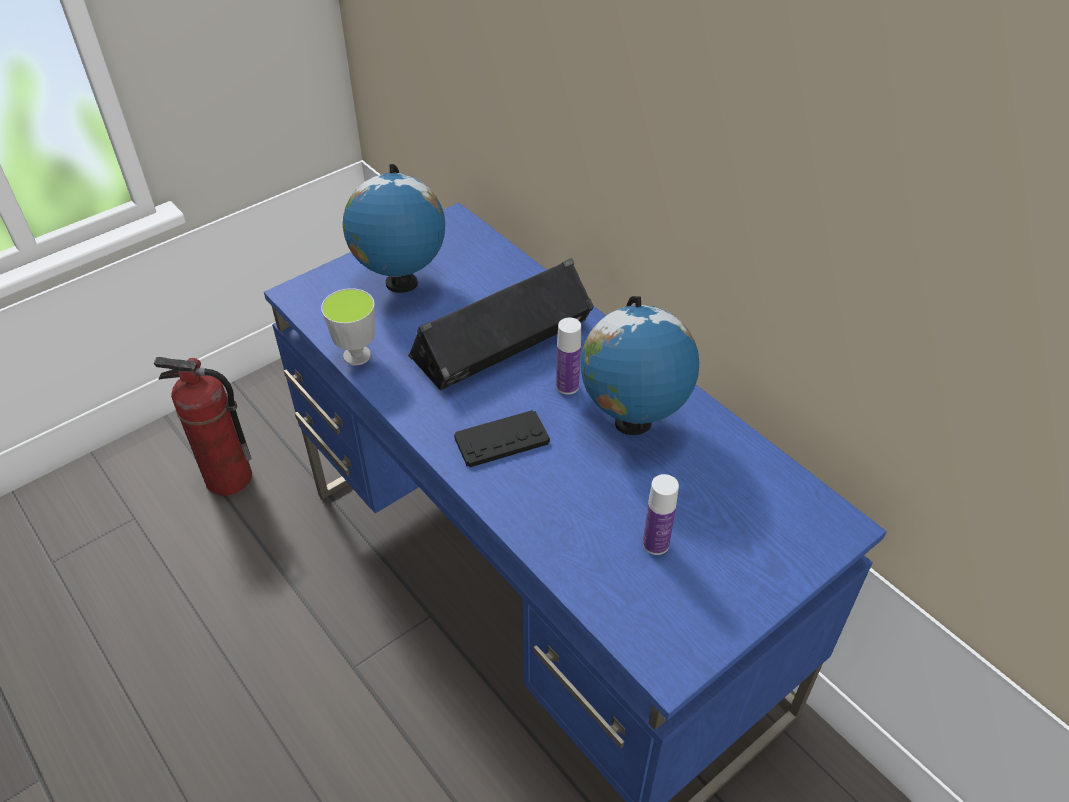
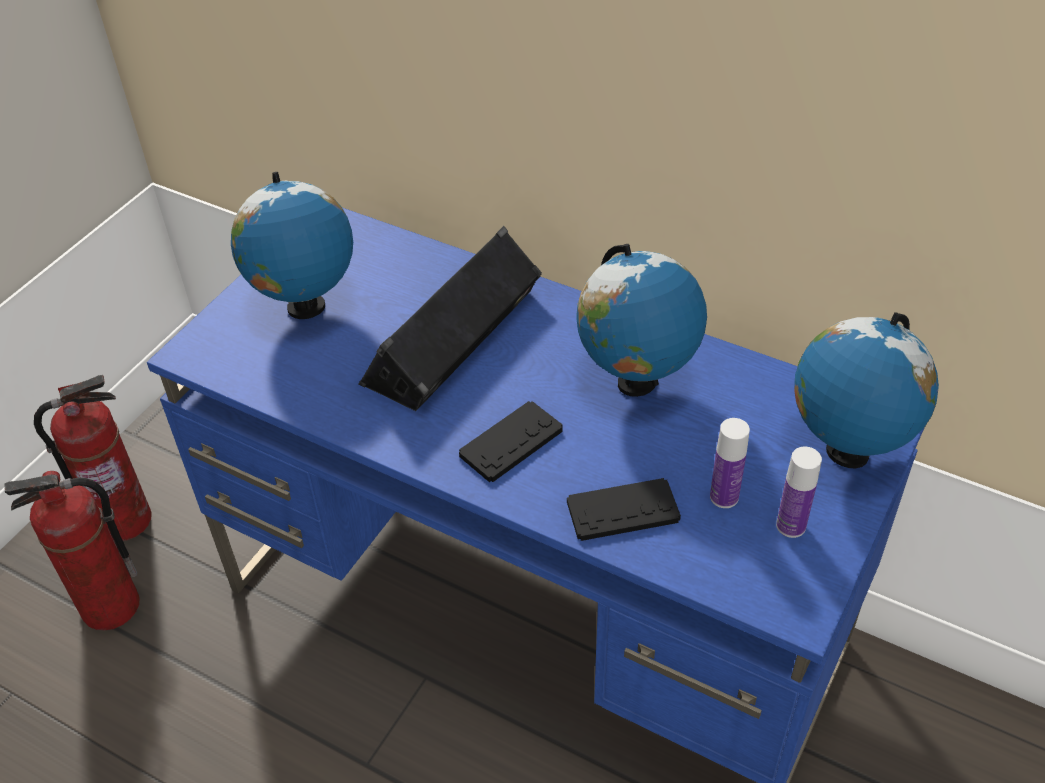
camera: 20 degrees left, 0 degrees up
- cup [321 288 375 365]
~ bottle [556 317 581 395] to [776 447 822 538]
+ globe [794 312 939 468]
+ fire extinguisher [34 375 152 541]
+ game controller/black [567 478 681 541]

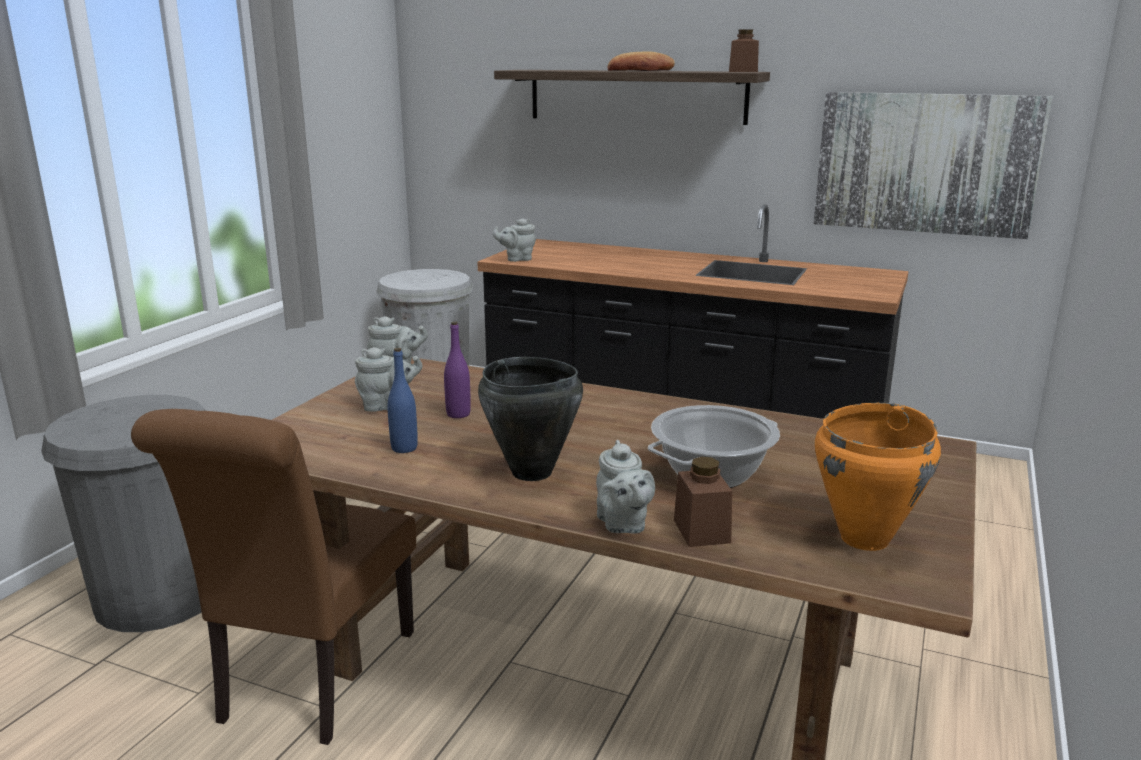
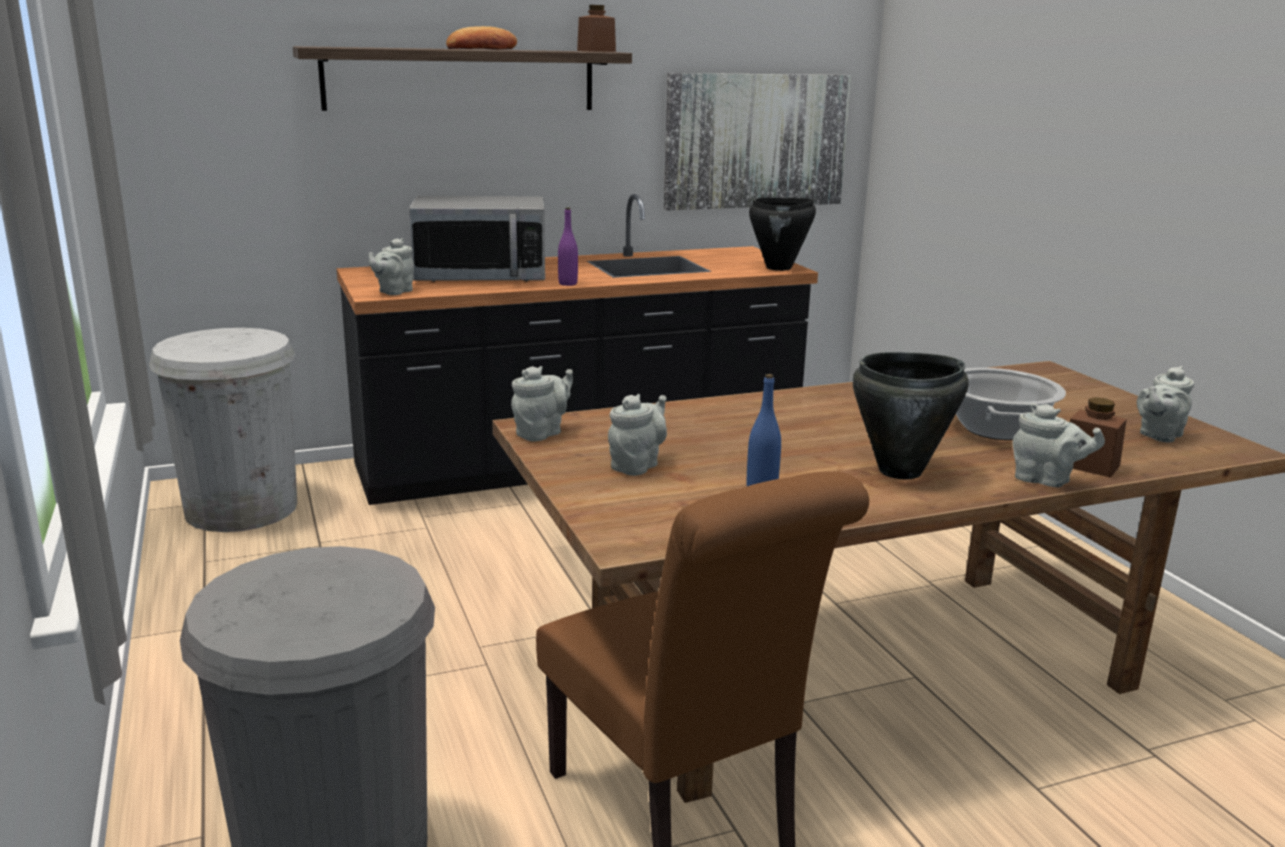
camera: 45 degrees left, 0 degrees up
~ bottle/purple [444 321 471 418] to [558 208 578 286]
~ cooking pot/orange [815 403 941 551] to teapot/grey [1137 366 1194 442]
+ microwave [409 196 545 282]
+ cooking pot/black [749 197 816 271]

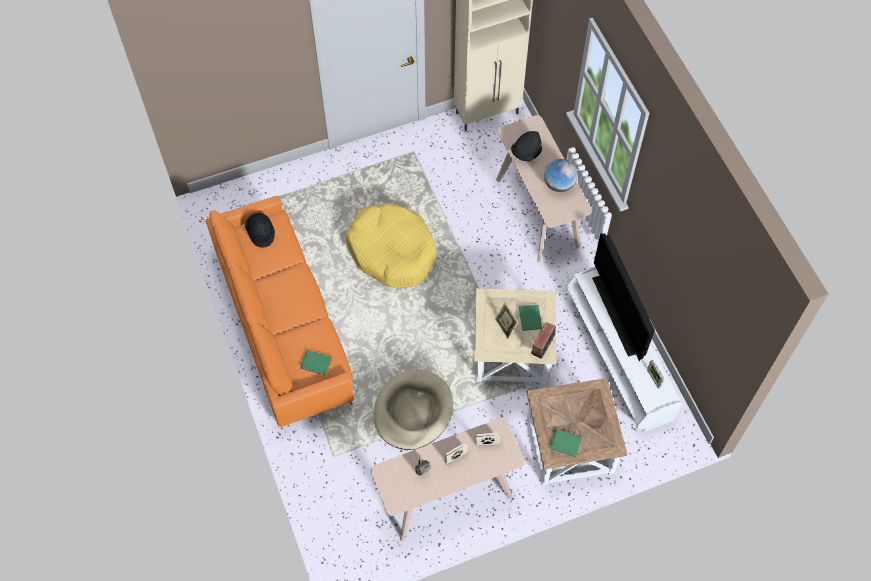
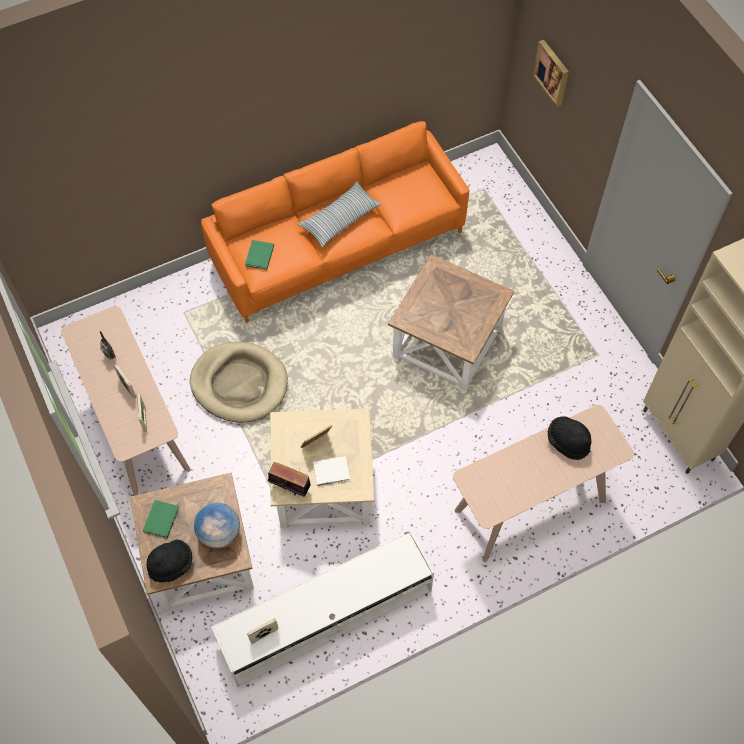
camera: 85 degrees right, 0 degrees up
~ globe [544 159 577 192] to [194 503 240 549]
~ dog bed/yellow [346 203 436 288] to side table/brown [388 254 514 391]
~ hat/black [245 213 275 248] to [147 540 192 583]
- television [592 233 655 361]
~ book/green [519 305 542 331] to book/white [313 456 350 486]
+ picture [533 40 569 107]
+ pillow [298 182 381 247]

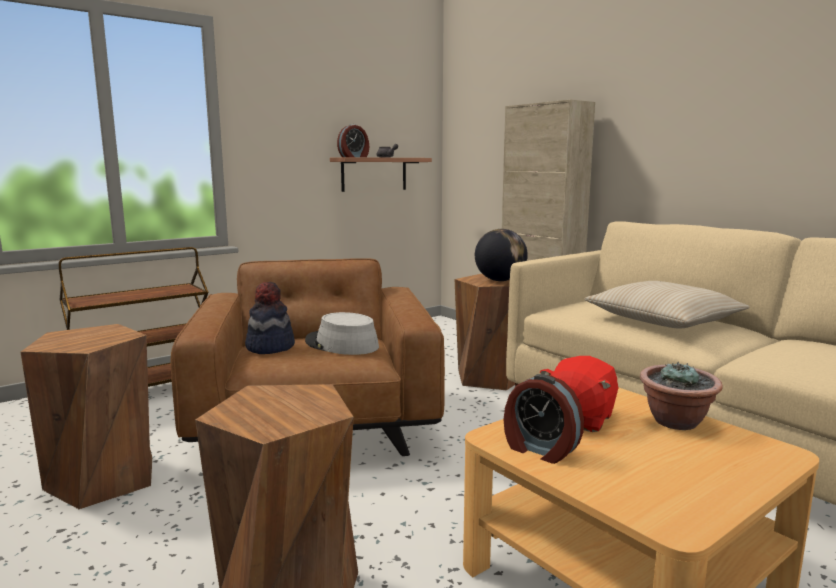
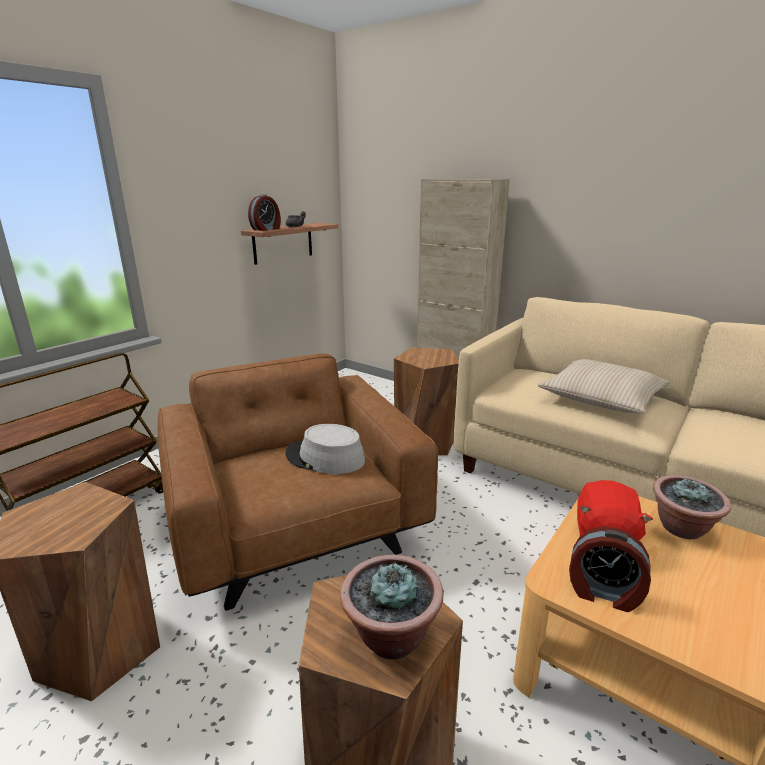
camera: 15 degrees left, 10 degrees up
- globe [475 229 528 281]
- hat [245 282 295 354]
+ potted plant [340 555 444 659]

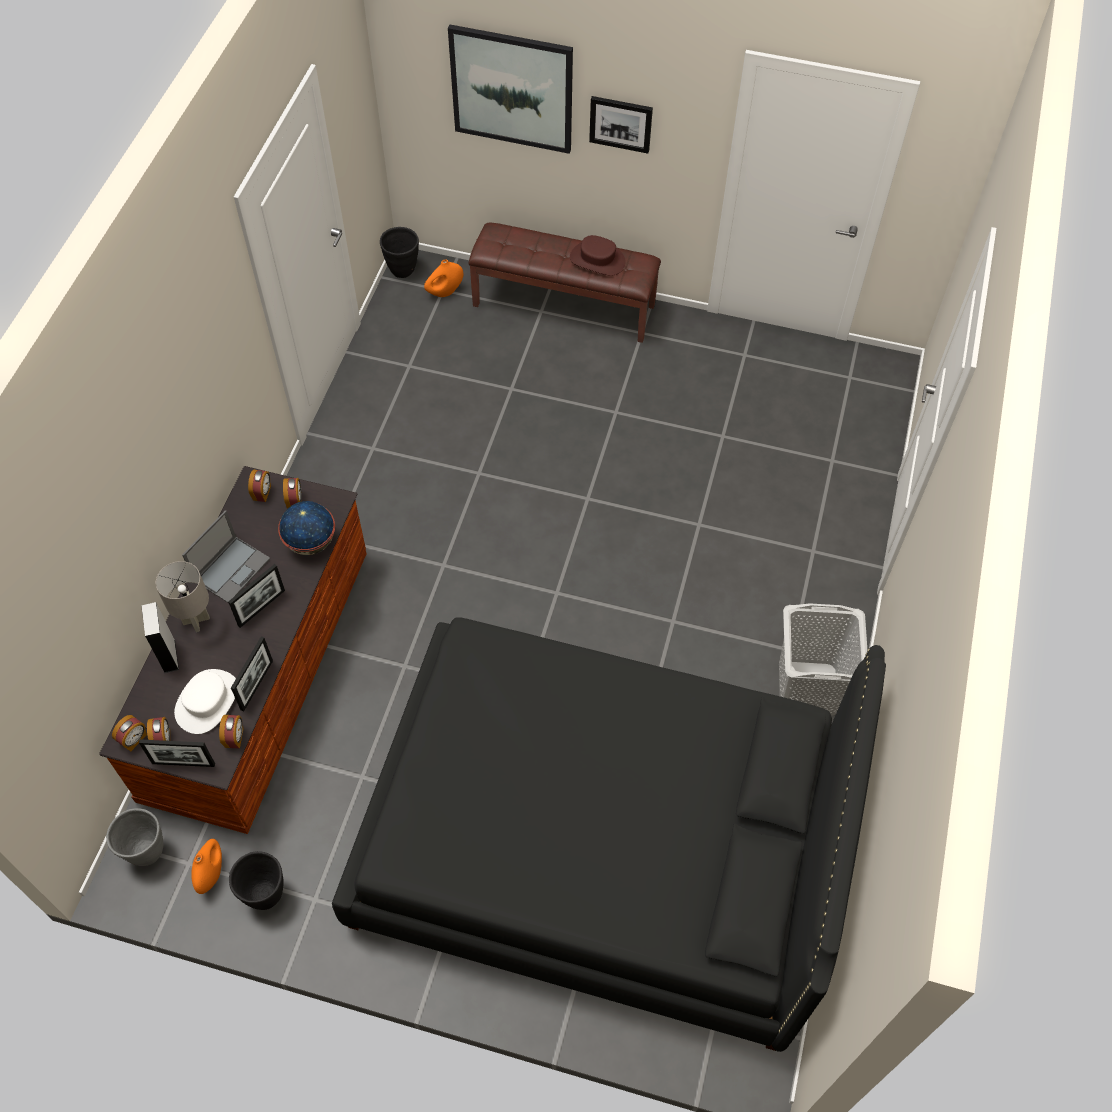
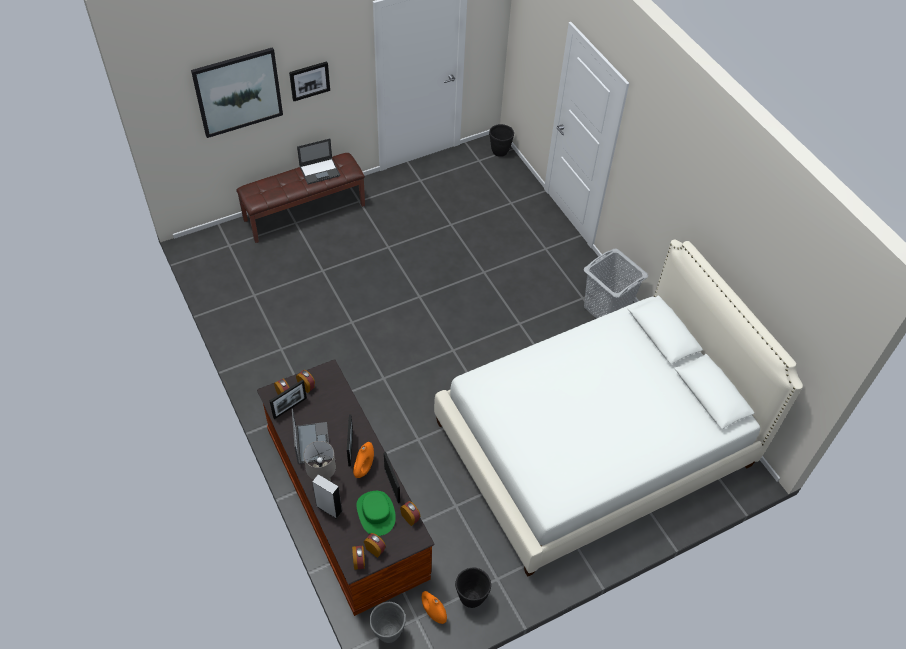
camera: 45 degrees left, 5 degrees down
~ planter/black [380 227 419 278] to [489 124 514 157]
~ hat/brown [570 235 626 276] to laptop [297 138 340 184]
~ vase/orange [424 259 463 297] to [353 442 374 478]
- globe [278 501 335 555]
~ bed/black [332 617 886 1052] to bed/white [434 239 803 577]
~ hat/white [174 669 236 734] to hat/green [357 491 396 536]
~ picture frame [139 739 215 767] to [270 380 307 419]

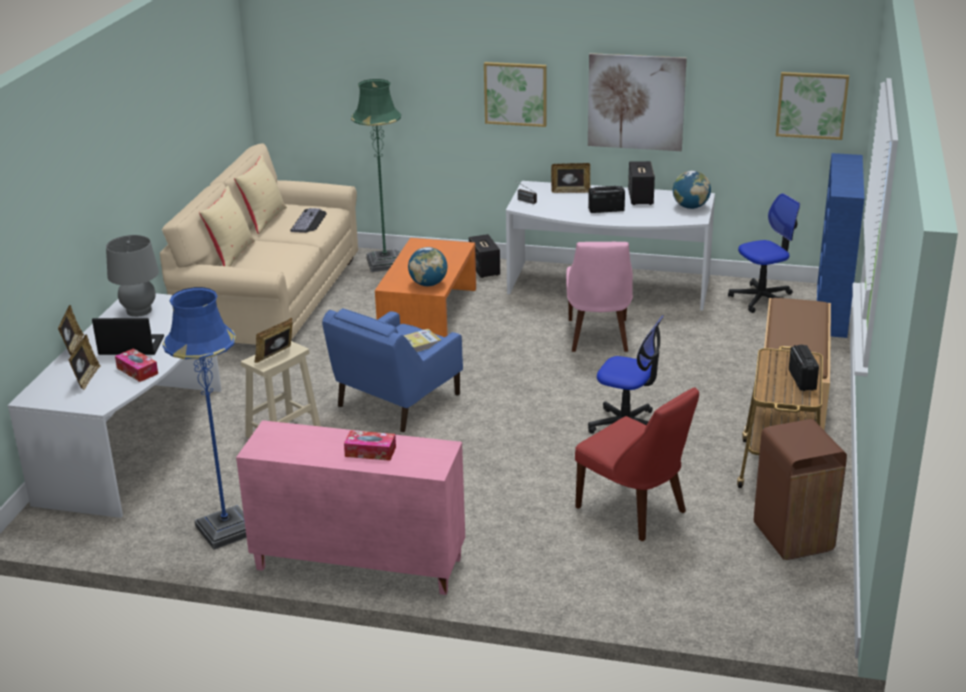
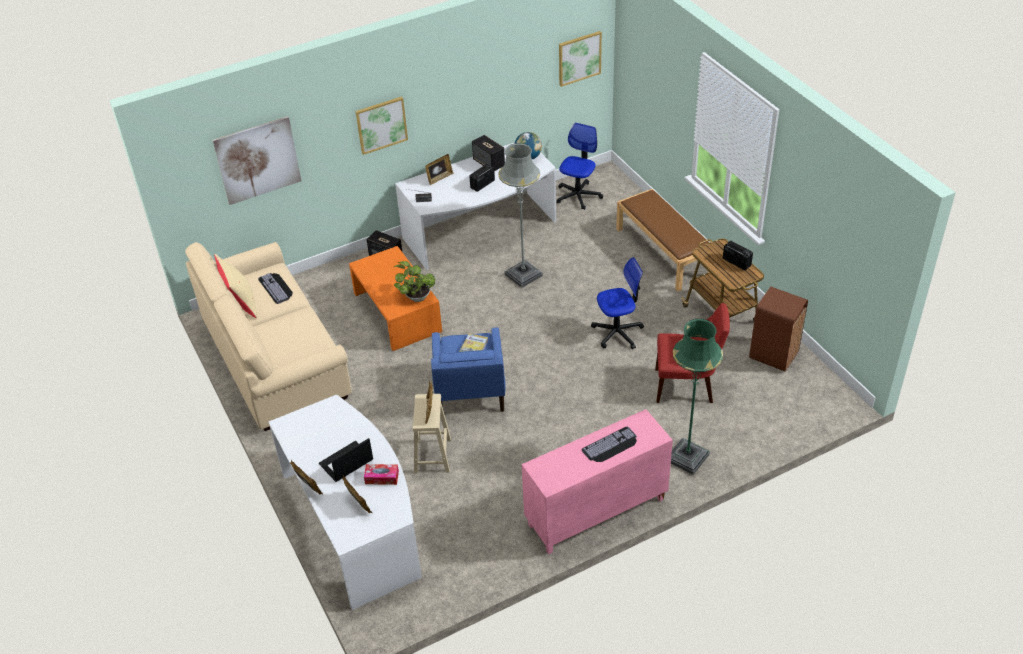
camera: 40 degrees left, 15 degrees up
~ picture [588 53 687 151] to [213 116 301 205]
~ floor lamp/green [351 79 401 272] to [671 319 723 475]
- bookcase/blue [817 153 864 338]
- pillow/beige [199 186 255 267]
- table lamp/grey [106 235 159 317]
~ chair/pink [566 242 633 352] to floor lamp/grey [498 143 543 288]
~ globe [408 247 448 286] to potted plant [394 261 435 302]
- floor lamp/blue [163 287 247 550]
~ tissue box [344 430 396 461] to keyboard [582 427 637 462]

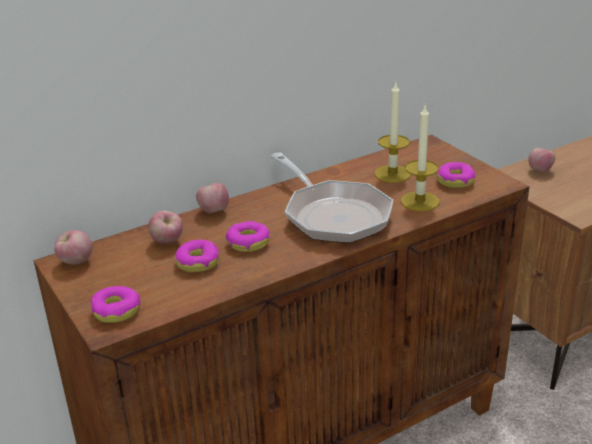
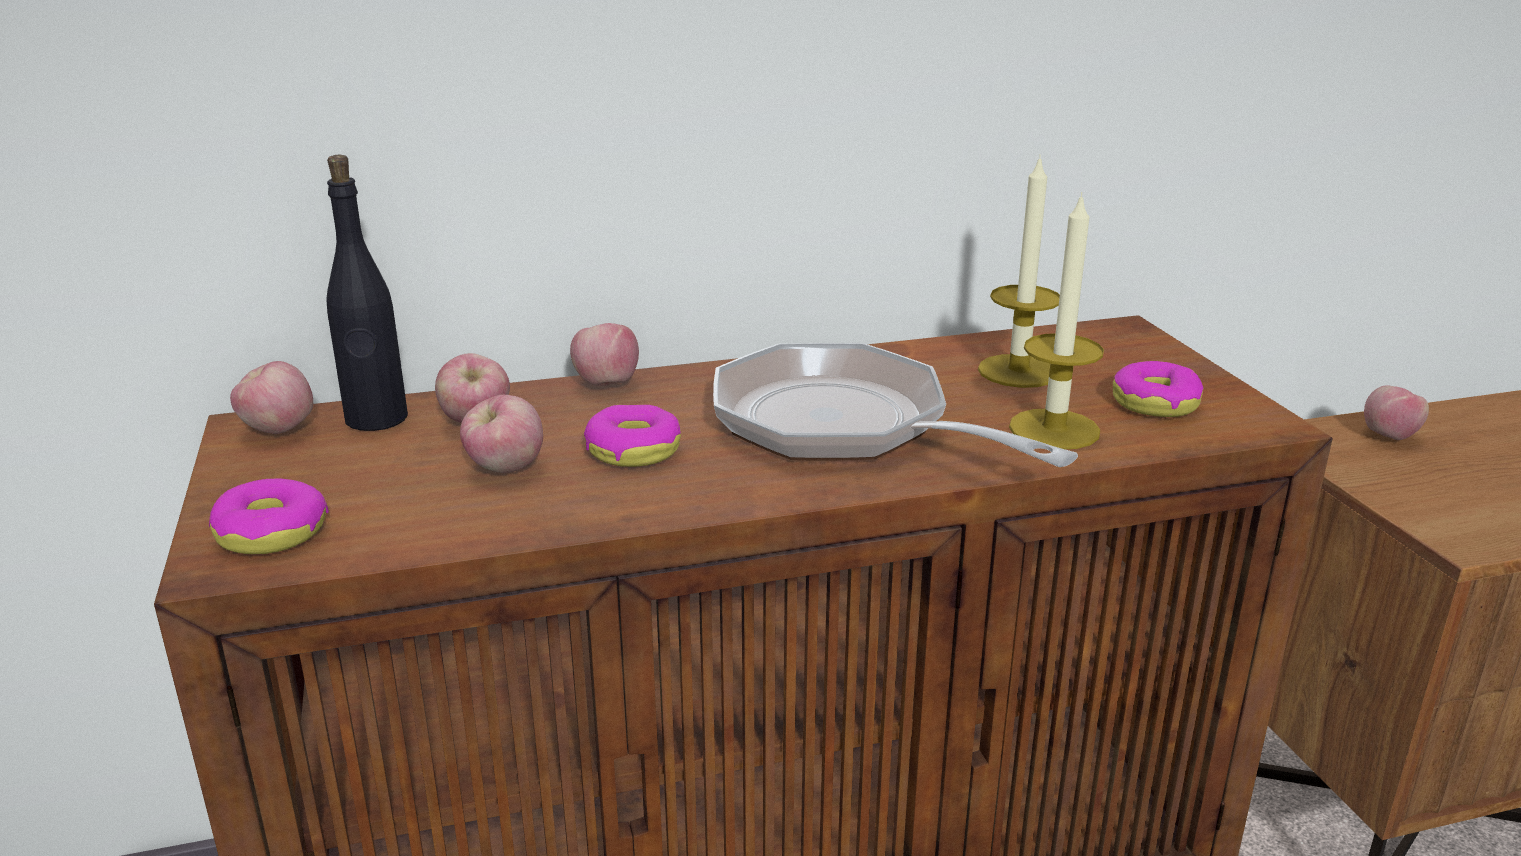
camera: 15 degrees right, 5 degrees down
~ frying pan [270 152 393 244] = [713 343 1078 467] 150 degrees clockwise
~ donut [175 240 219 272] to apple [460 395 543 473]
+ bottle/black [326 155 408 431]

